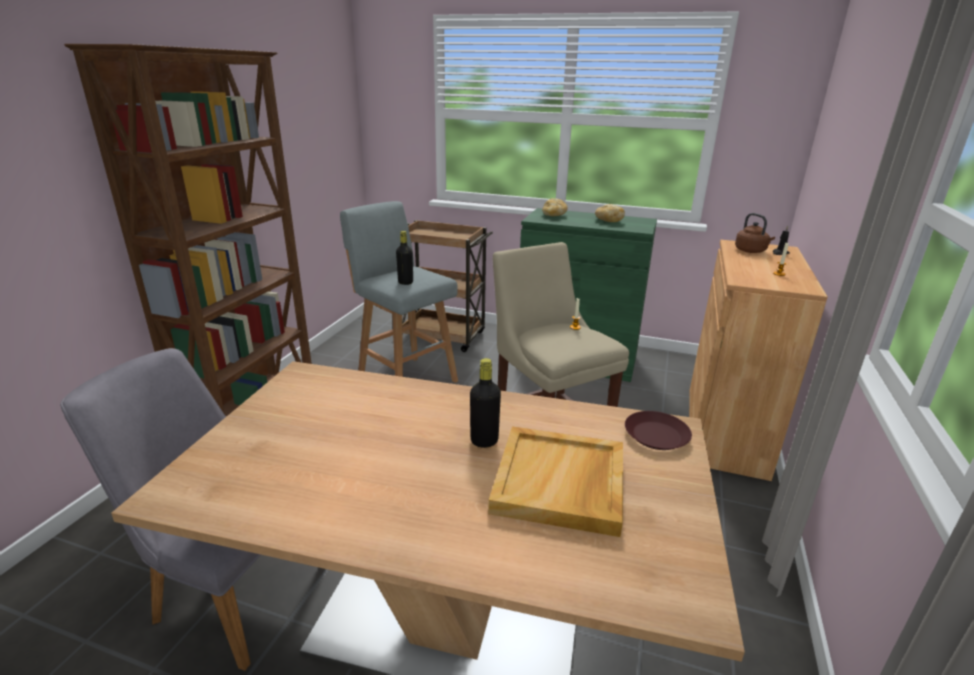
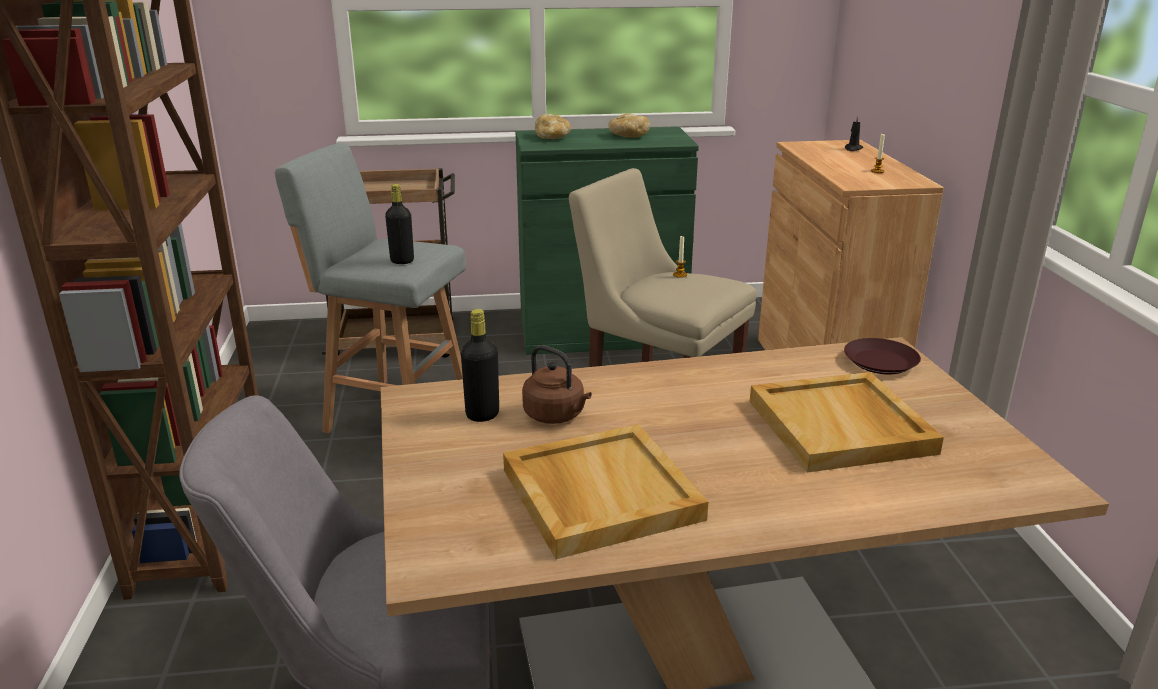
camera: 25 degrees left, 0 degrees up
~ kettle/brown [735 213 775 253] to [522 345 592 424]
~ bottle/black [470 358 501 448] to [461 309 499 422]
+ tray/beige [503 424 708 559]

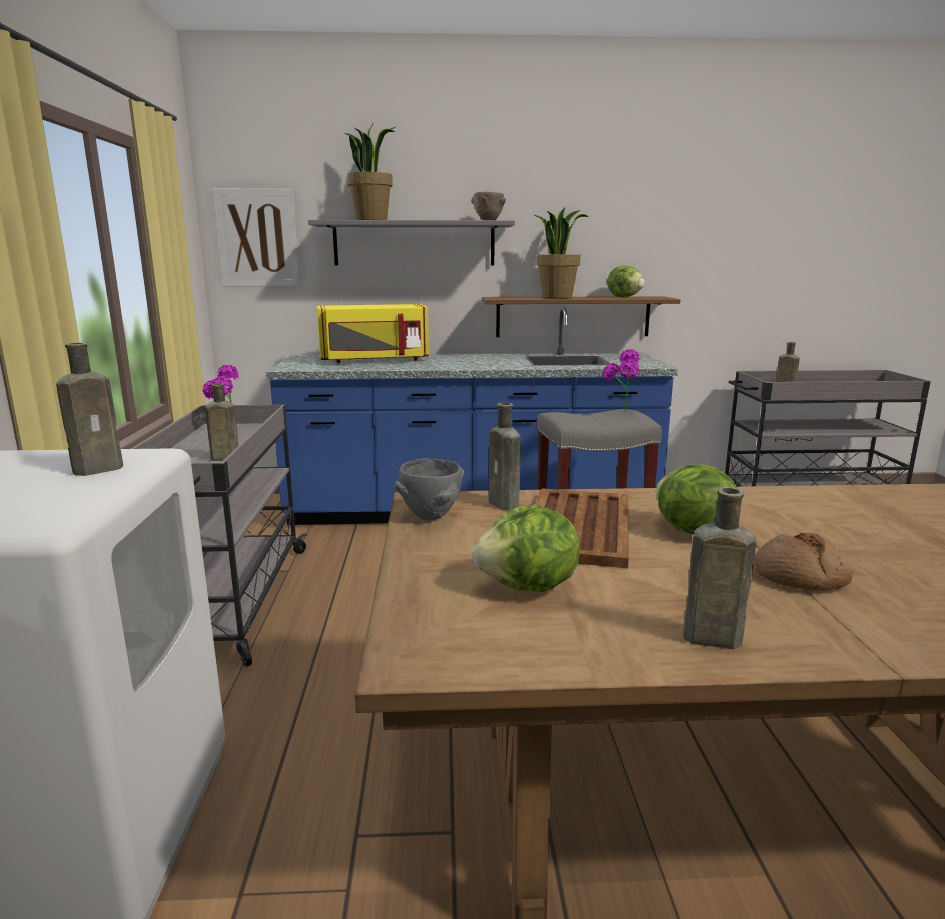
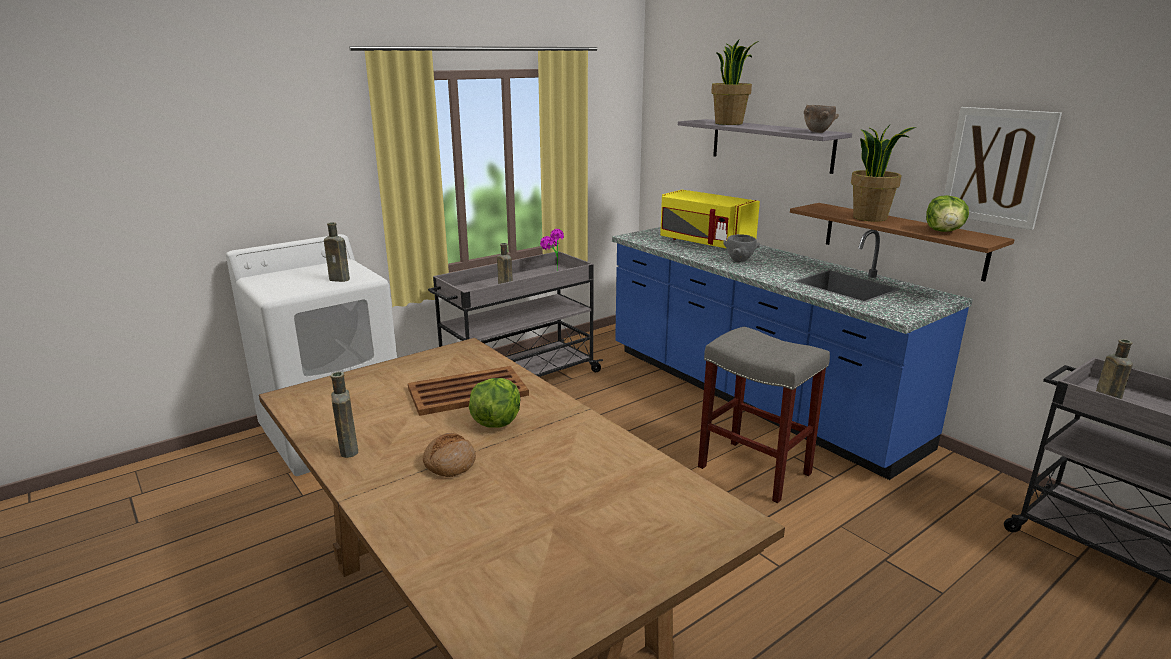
camera: 55 degrees right, 5 degrees up
~ picture [213 189 300 287] to [944 107 1062 230]
- potted plant [603 349 640 411]
- bottle/brown [489 403 521 510]
~ bowl/grey [394 458 464 521] to [723 234 760 262]
- lettuce [472 505 580 592]

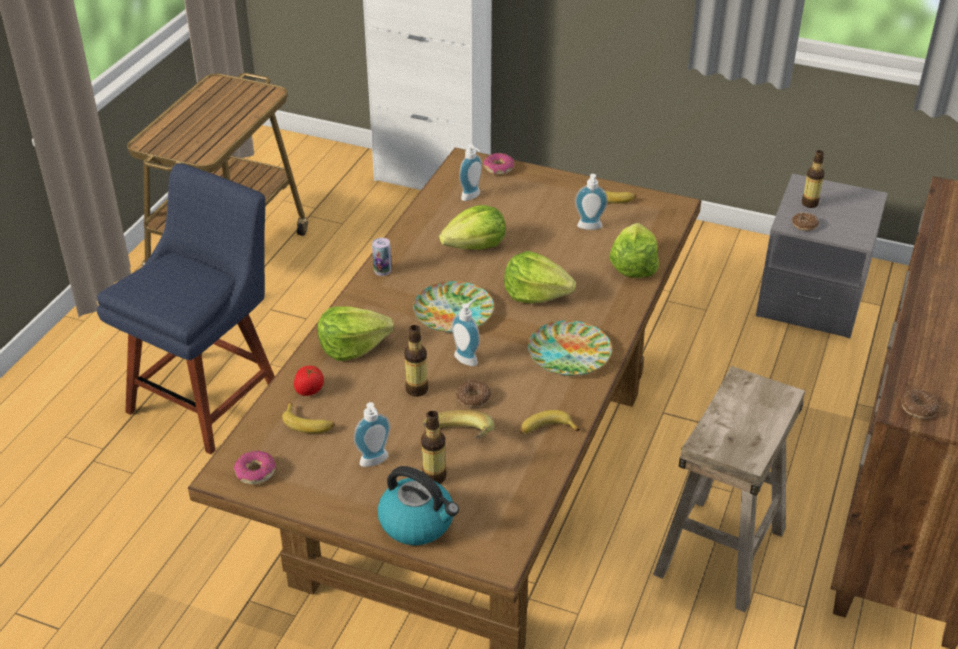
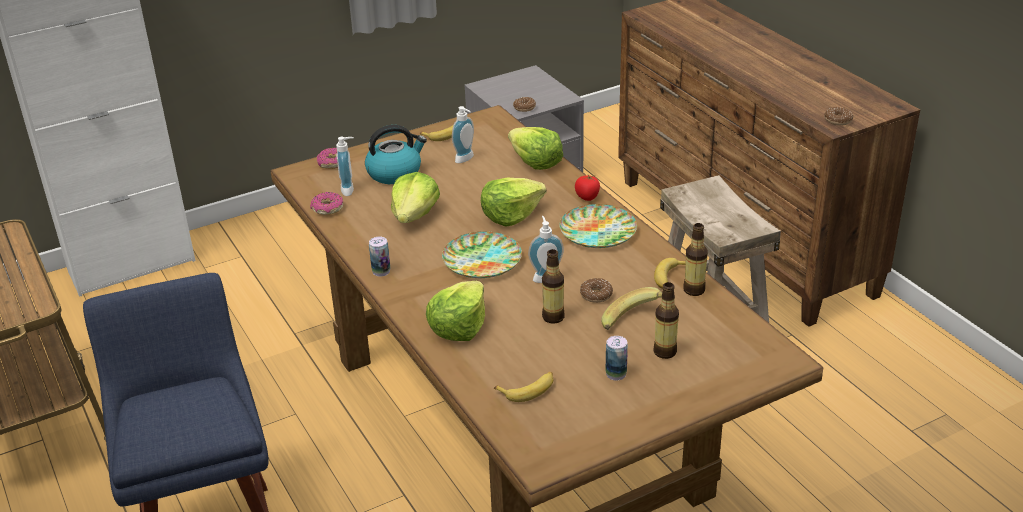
camera: 50 degrees left, 5 degrees down
~ bottle [802 150 825 208] to [683 223 708 296]
~ tomato [294 366 324 396] to [575 175 600 201]
~ soap dispenser [354 402 391 467] to can [605 336 628 380]
~ donut [234 451 276 485] to [310 192 343 215]
~ kettle [378 466 459 545] to [365 125 427 184]

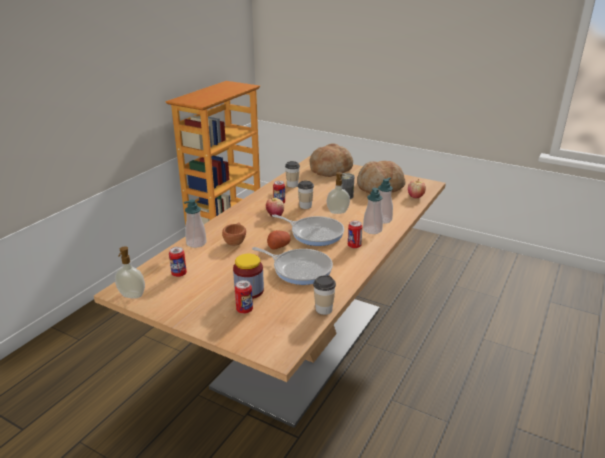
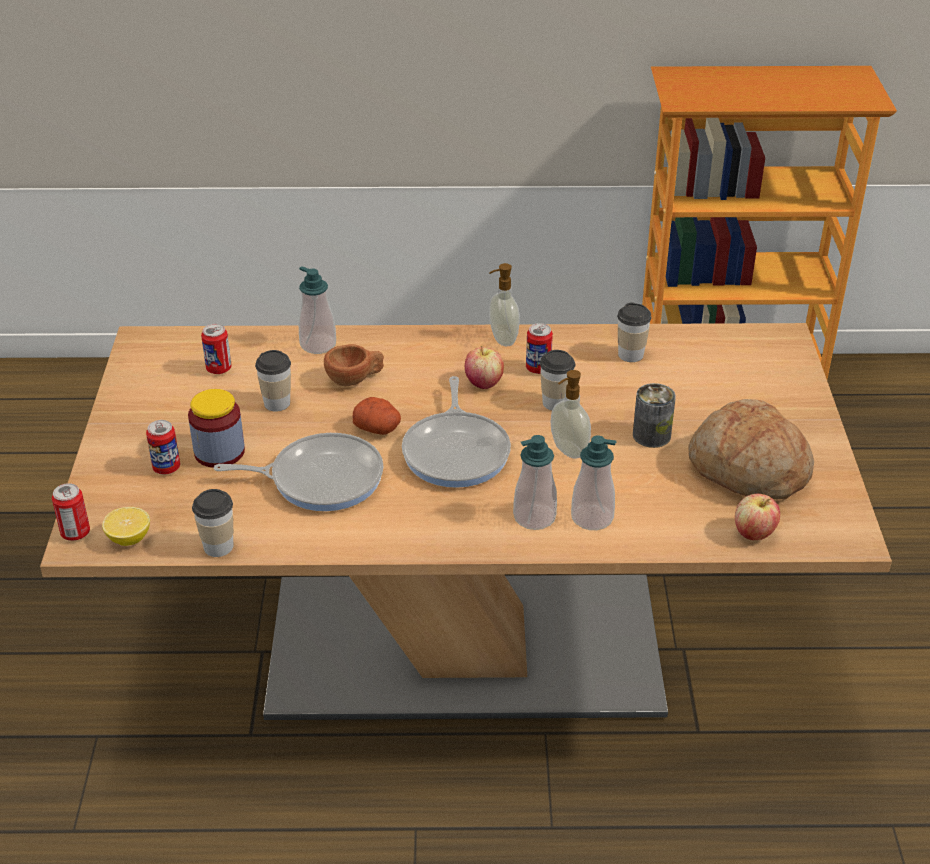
camera: 60 degrees right, 10 degrees up
- bread [309 144 353 177]
~ can [348 221 363 248] to [52 483 90 541]
~ soap dispenser [115 246 145 299] to [489 263 520 346]
~ frying pan [252 247 333 285] = [214 433 384 511] 90 degrees counterclockwise
+ cup [255 350 291 412]
+ lemon [102 507 150 546]

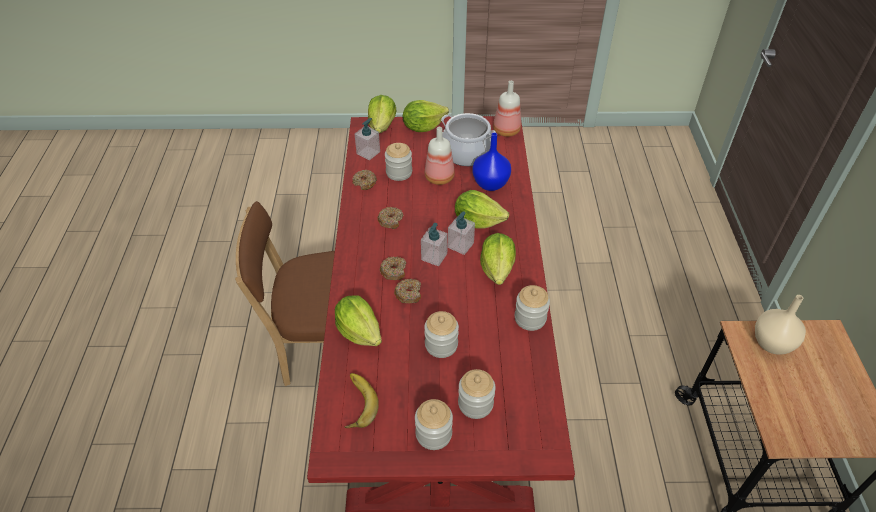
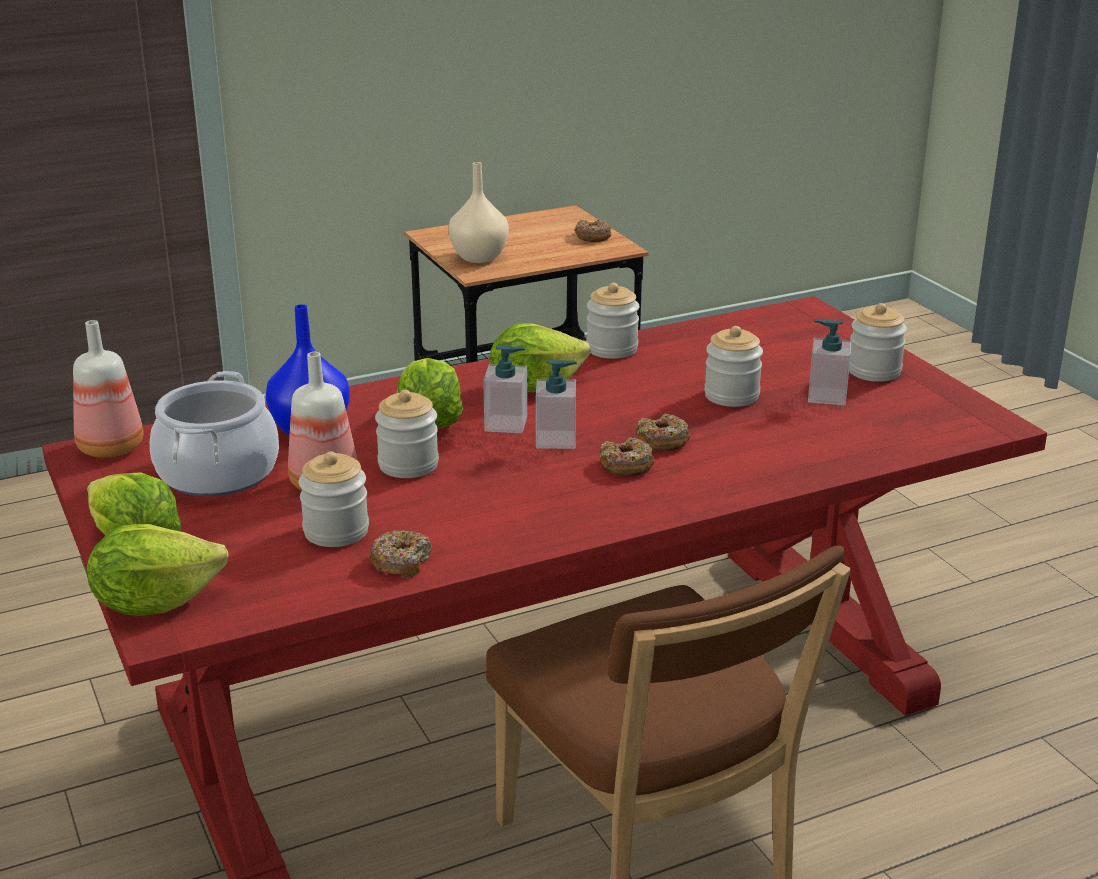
camera: 115 degrees left, 20 degrees down
~ soap dispenser [354 118 380 160] to [808 319 851 405]
~ donut [378 207 403 229] to [575 219 611 242]
- lettuce [335 296 382 346]
~ jar [458 369 495 419] to [375 390 439 478]
- banana [344 373 379 428]

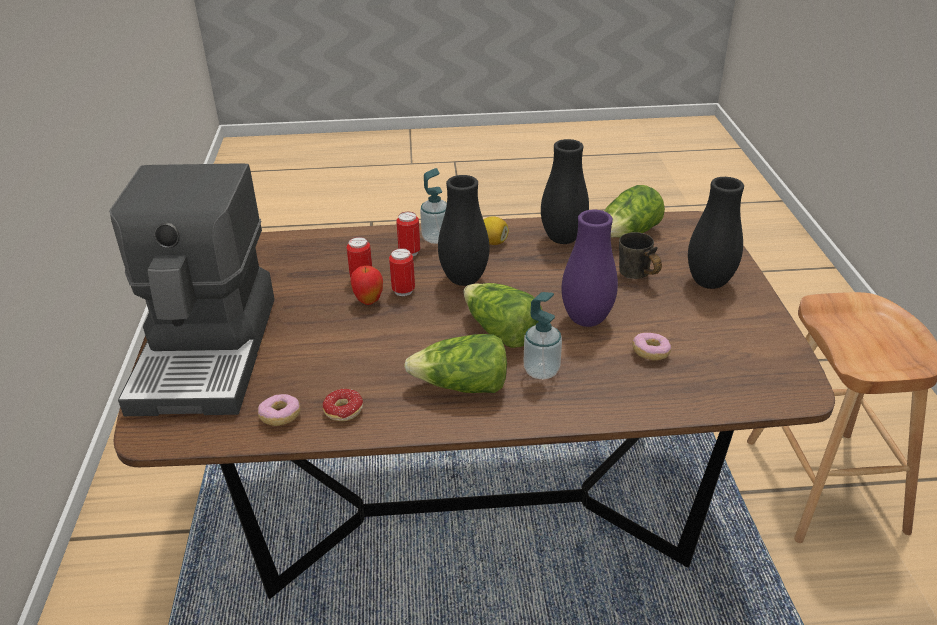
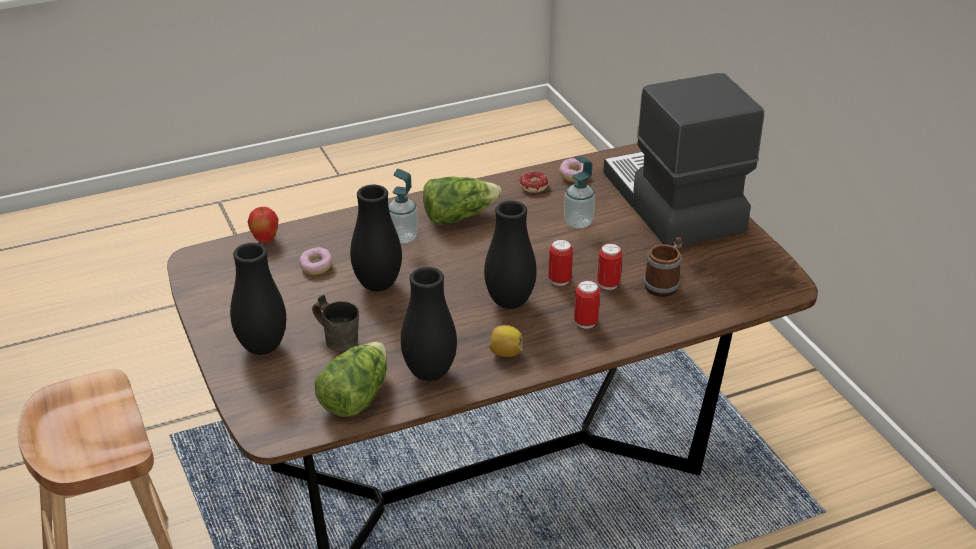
camera: 160 degrees right, 0 degrees up
~ soap dispenser [420 168 447 244] to [564 156 595 229]
~ vase/purple [562 210 618 327] to vase/black [350 185 402 292]
~ apple [350 265 383 305] to [248 207 279 243]
- lettuce [463 283 542 348]
+ mug [644 237 682 297]

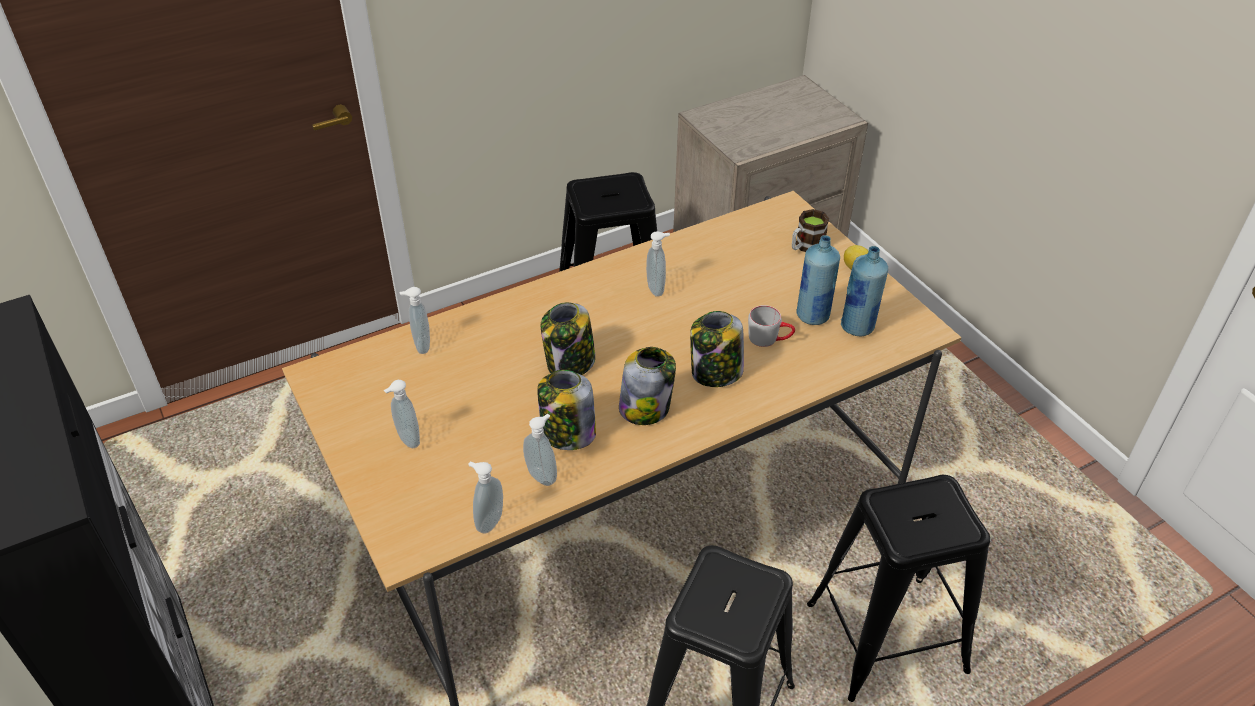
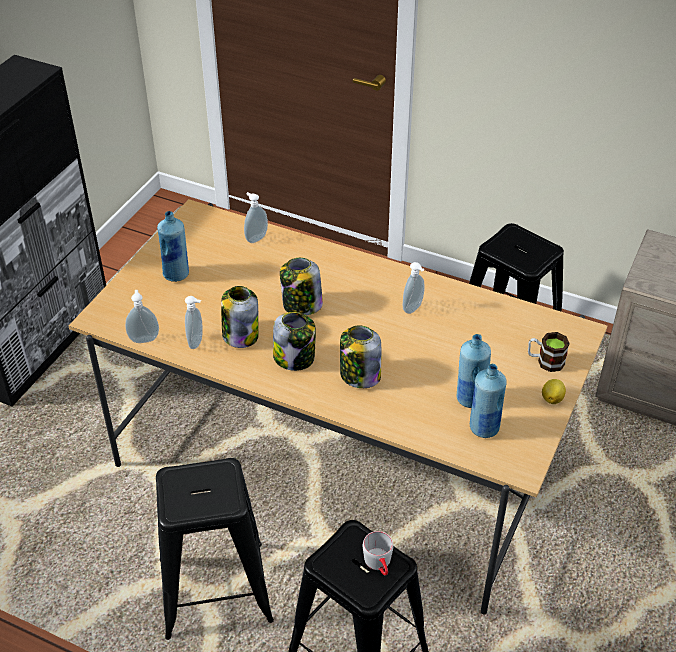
camera: 55 degrees right, 0 degrees up
~ mug/grey [748 305 795 347] to [363 531 394 575]
~ soap dispenser [384 380 420 448] to bottle/blue [157 211 189 282]

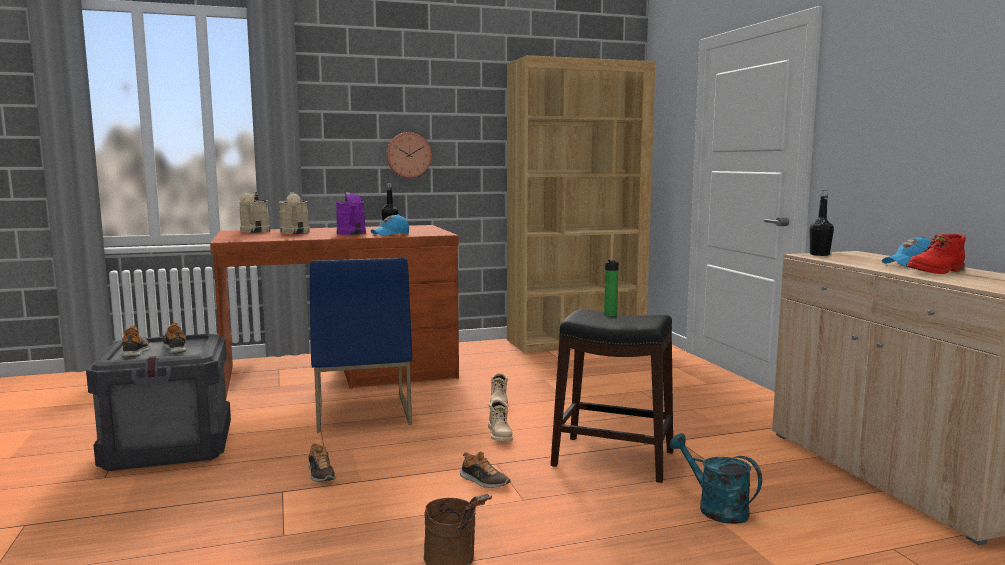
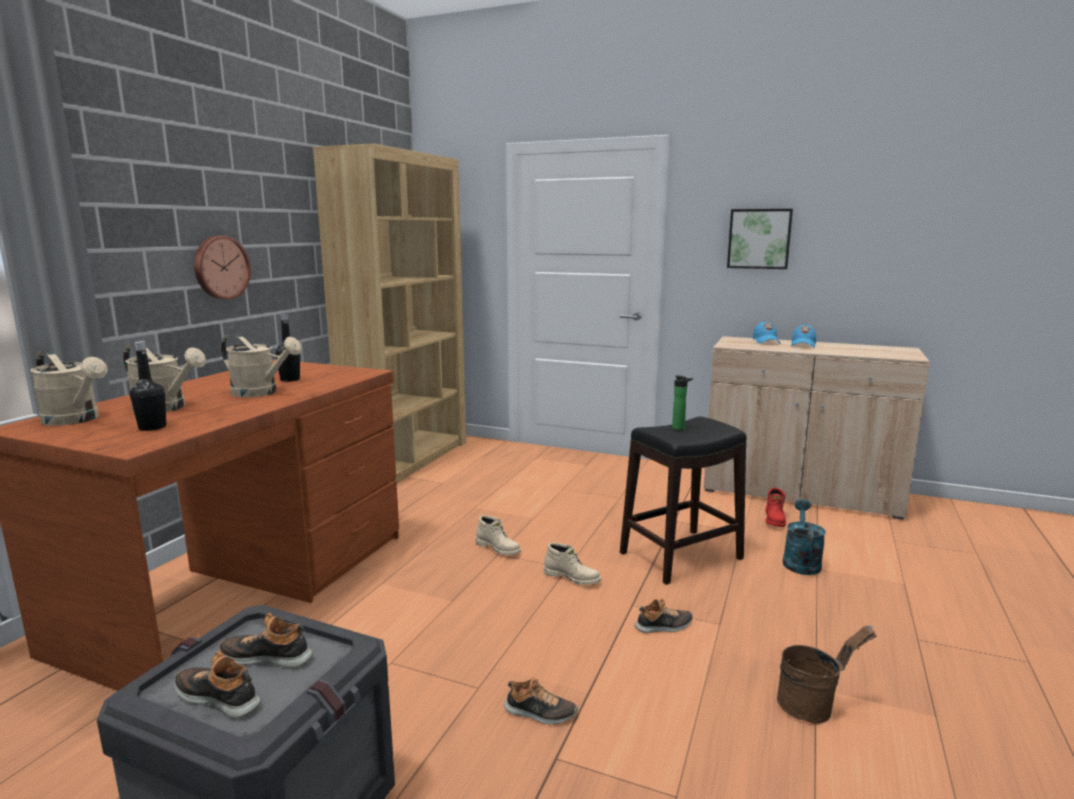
camera: 50 degrees left, 5 degrees up
~ bottle/black [809 190 834 256] to [130 341 166 431]
~ watering can/purple [336 193 366 235] to watering can/beige [221 333 302 397]
~ cap/blue [371 214 409 236] to [753 321 780 344]
~ boot/red [906 234 966 274] to [765 488 786 527]
- chair/blue [310 258 412 433]
~ watering can/turquoise [669 433 762 524] = [783 499 826 575] 105 degrees clockwise
+ picture [727 209 793 269]

